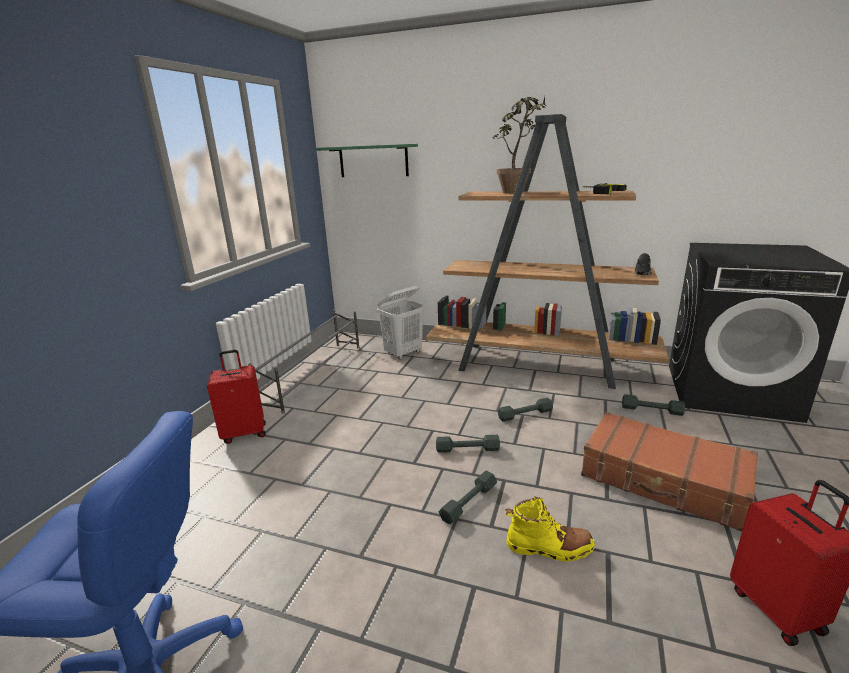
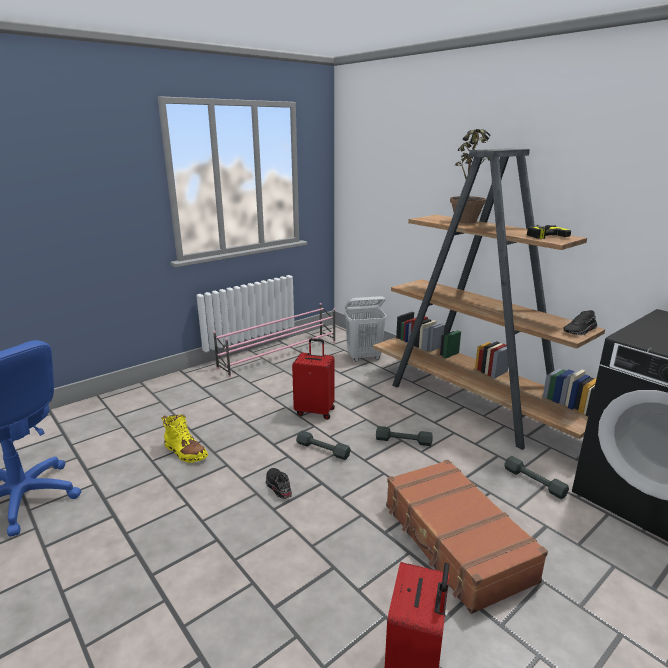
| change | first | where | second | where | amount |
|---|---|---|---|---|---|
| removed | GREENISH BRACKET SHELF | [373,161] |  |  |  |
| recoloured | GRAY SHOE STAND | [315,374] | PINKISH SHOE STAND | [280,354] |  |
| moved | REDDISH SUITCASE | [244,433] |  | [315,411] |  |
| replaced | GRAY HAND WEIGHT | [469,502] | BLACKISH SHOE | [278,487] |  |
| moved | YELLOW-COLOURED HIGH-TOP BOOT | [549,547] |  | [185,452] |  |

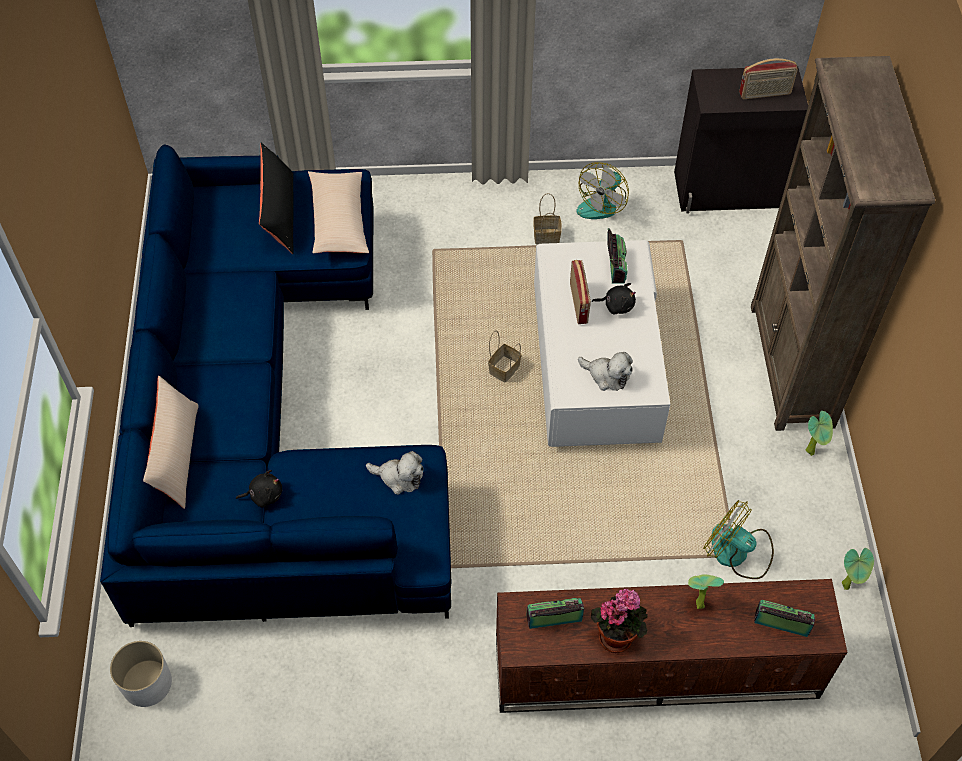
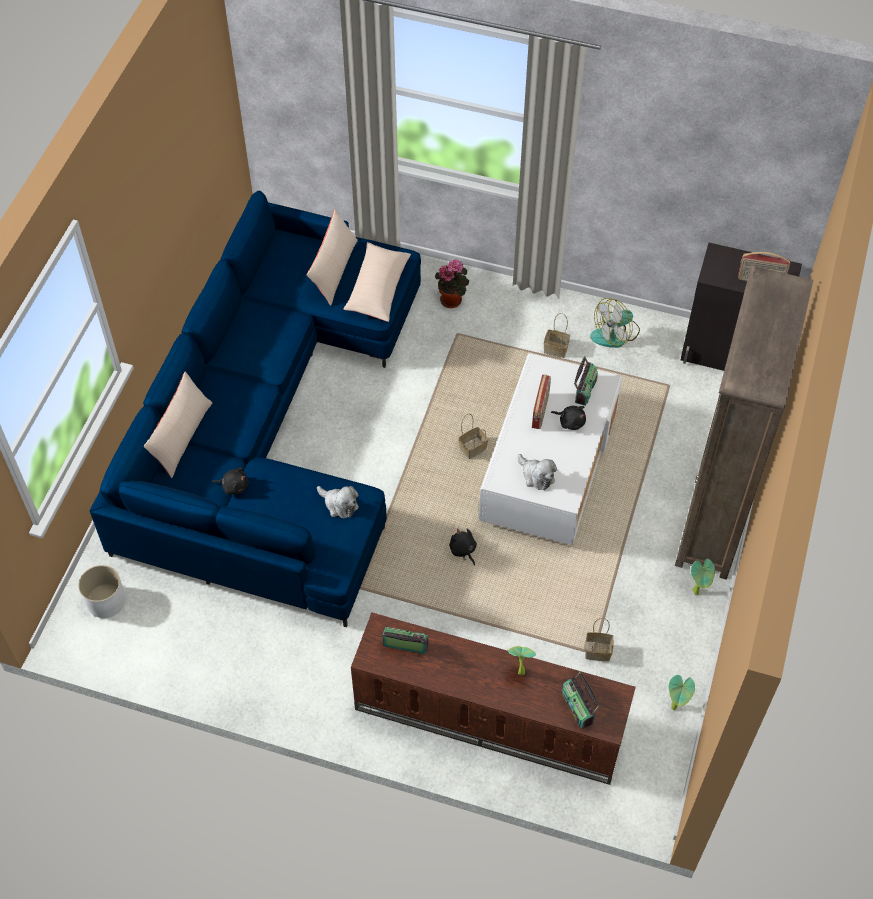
| change | first | where | second | where | amount |
|---|---|---|---|---|---|
| recoloured | BLACKISH CUSHION | [280,214] | BEIGE CUSHION | [334,270] |  |
| replaced | ELECTRIC FAN | [737,552] | BASKET | [596,652] |  |
| moved | POTTED PLANT | [617,635] |  | [453,299] |  |
| turned | RADIO | [781,624] |  | [578,707] | 150 degrees counterclockwise |
| added |  |  | BLACKISH SOFT TOY | [463,550] |  |

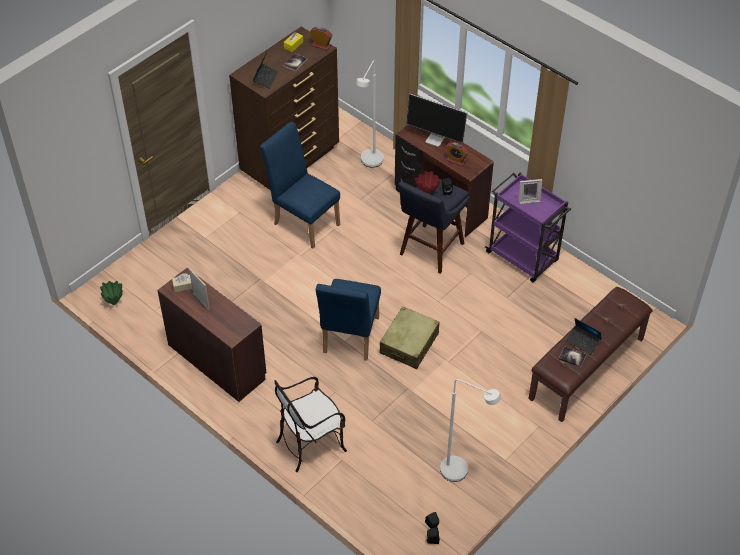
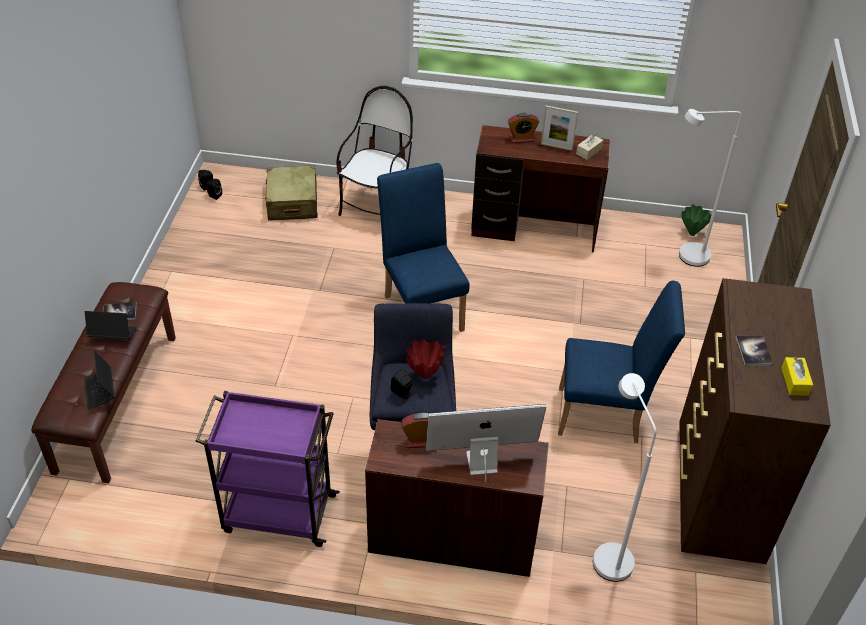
| change | first | where | second | where | amount |
|---|---|---|---|---|---|
| moved | ALARM CLOCK | [321,45] |  | [521,139] |  |
| moved | PORTABLE COMPUTER | [265,78] |  | [100,391] |  |
| removed | PICTURE FRAME | [528,199] |  |  |  |
| moved | BEIGE SUITCASE | [409,343] |  | [292,202] |  |
| moved | WHITE STANDING LAMP | [461,473] |  | [685,256] |  |

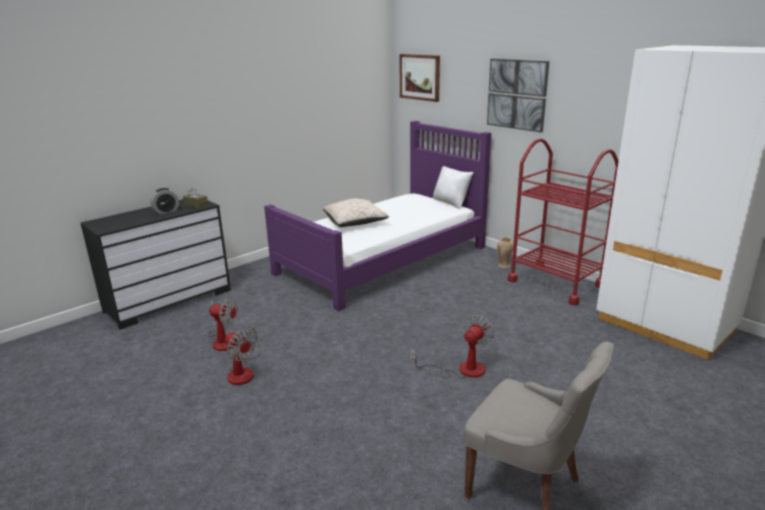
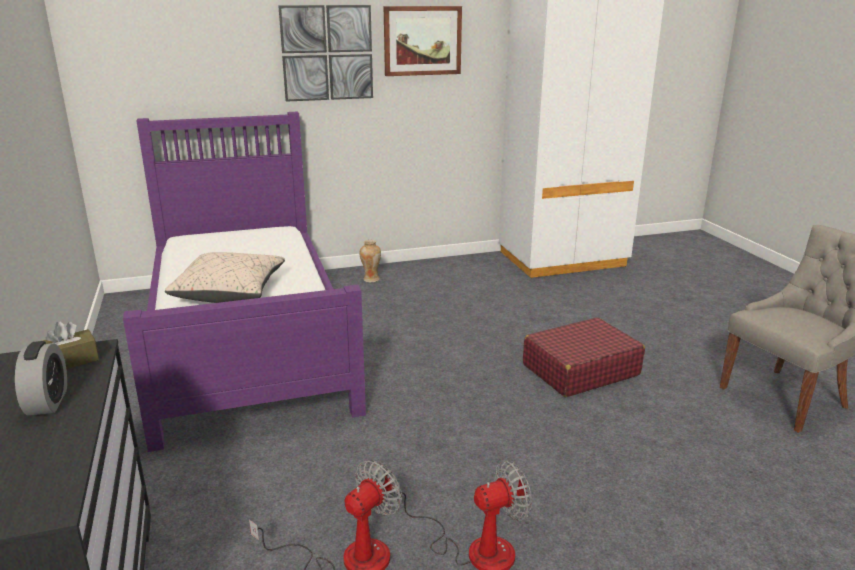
| change | first | where | second | where | amount |
|---|---|---|---|---|---|
| moved | WALL ART | [420,77] |  | [422,41] |  |
| removed | REDDISH CART | [555,283] |  |  |  |
| removed | WHITE CUSHION | [451,203] |  |  |  |
| replaced | ELECTRIC FAN | [462,370] | REDDISH SUITCASE | [580,370] |  |

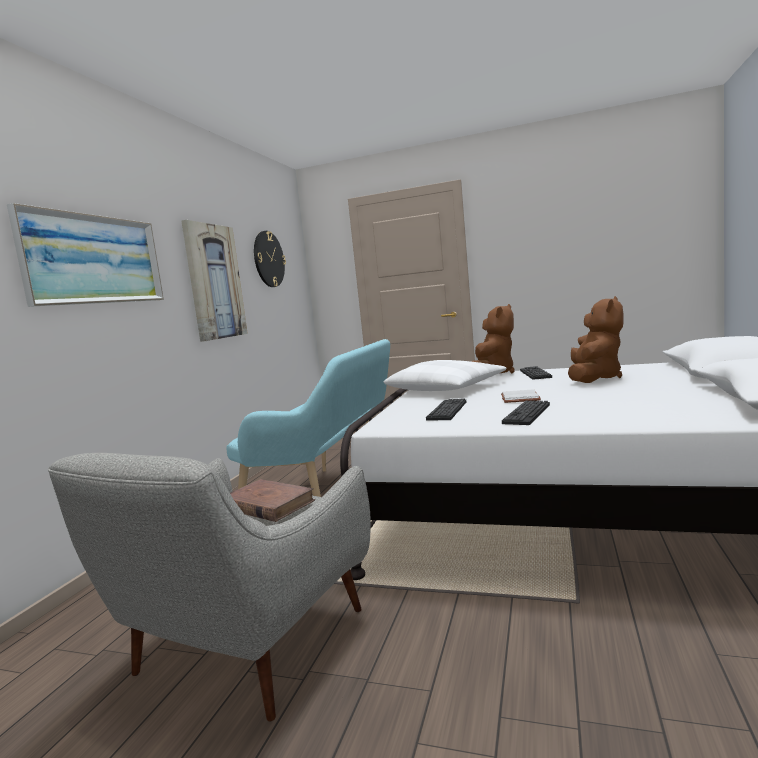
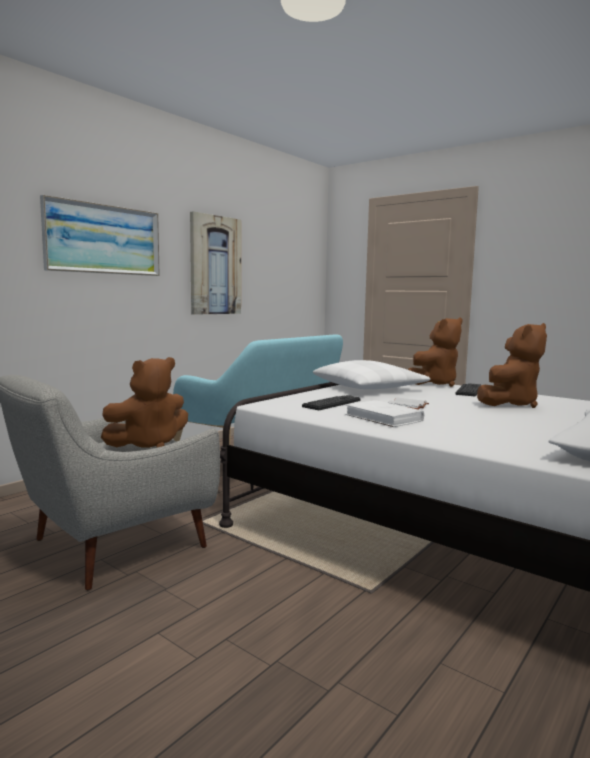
| change | first | where | second | where | amount |
|---|---|---|---|---|---|
| removed | CLOCK ON THE WALL | [268,259] |  |  |  |
| replaced | COMPUTER KEYBOARD | [527,413] | WHITE BOOK | [384,418] |  |
| replaced | BROWNISH BOOK | [267,505] | BROWNISH SOFT TOY | [149,444] |  |

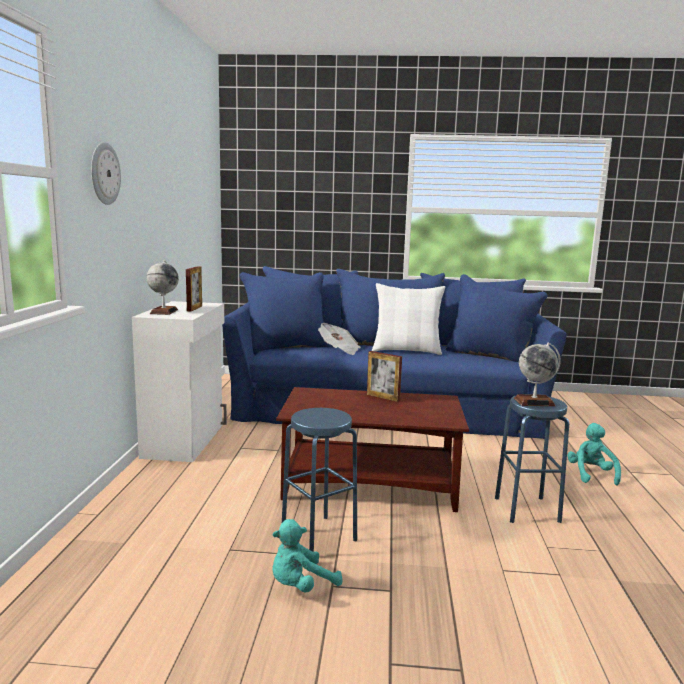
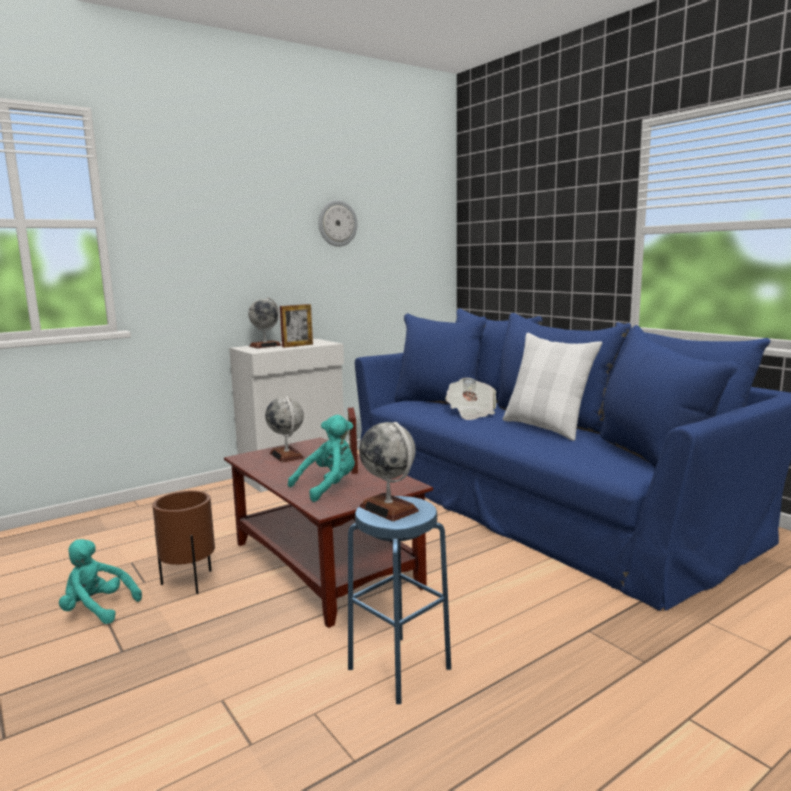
| change | first | where | second | where | amount |
|---|---|---|---|---|---|
| moved | CLOCK ON THE WALL | [104,174] |  | [337,223] |  |
| replaced | BLUE-COLOURED SITTING STOOL | [318,536] | BROWNISH FLOWER POT | [190,583] |  |
| moved | BLUE-GREEN SOFT TOY | [591,474] |  | [328,487] |  |
| added |  |  | GLOBE | [287,455] |  |

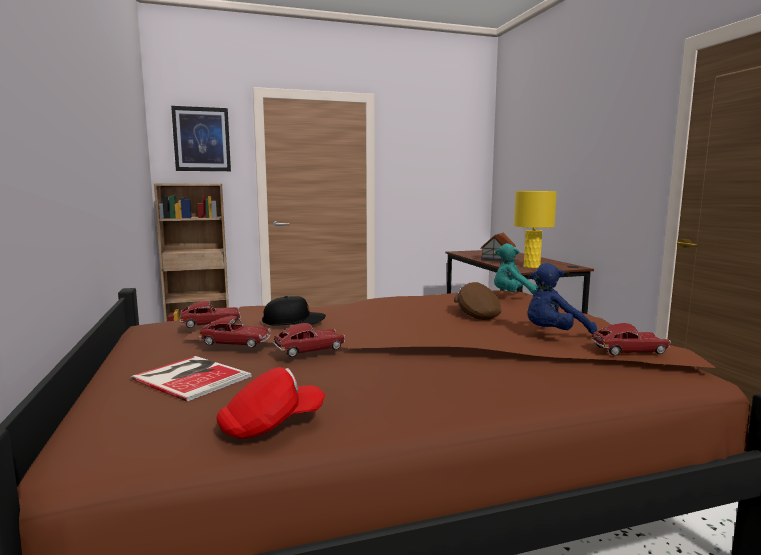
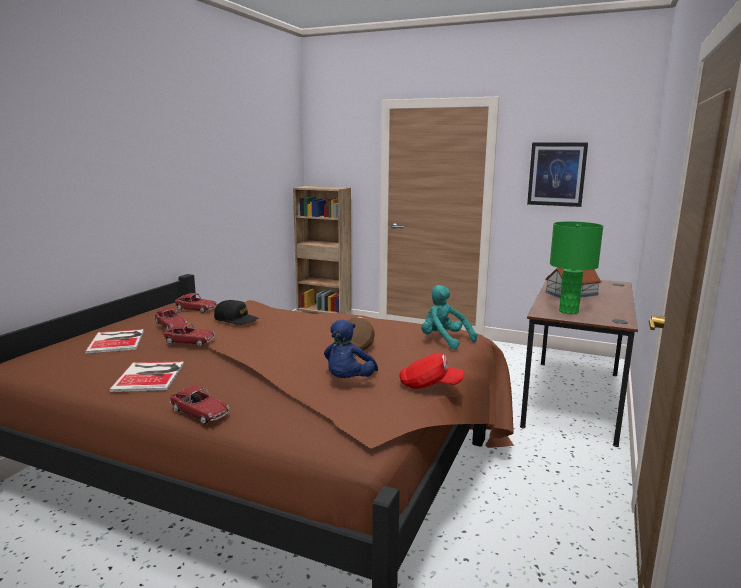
| change | first | where | second | where | amount |
|---|---|---|---|---|---|
| moved | WALL ART | [202,139] |  | [556,174] |  |
| recoloured | YELLOW-COLOURED TABLE LAMP | [532,266] | GREENISH TABLE LAMP | [569,311] |  |
| turned | BLUE-COLOURED SOFT TOY | [554,335] |  | [348,380] | 90 degrees counterclockwise |
| moved | MINIATURE CAR | [629,350] |  | [200,412] |  |
| moved | REDDISH CAP | [271,425] |  | [430,386] |  |
| added |  |  | BOOK | [151,376] |  |

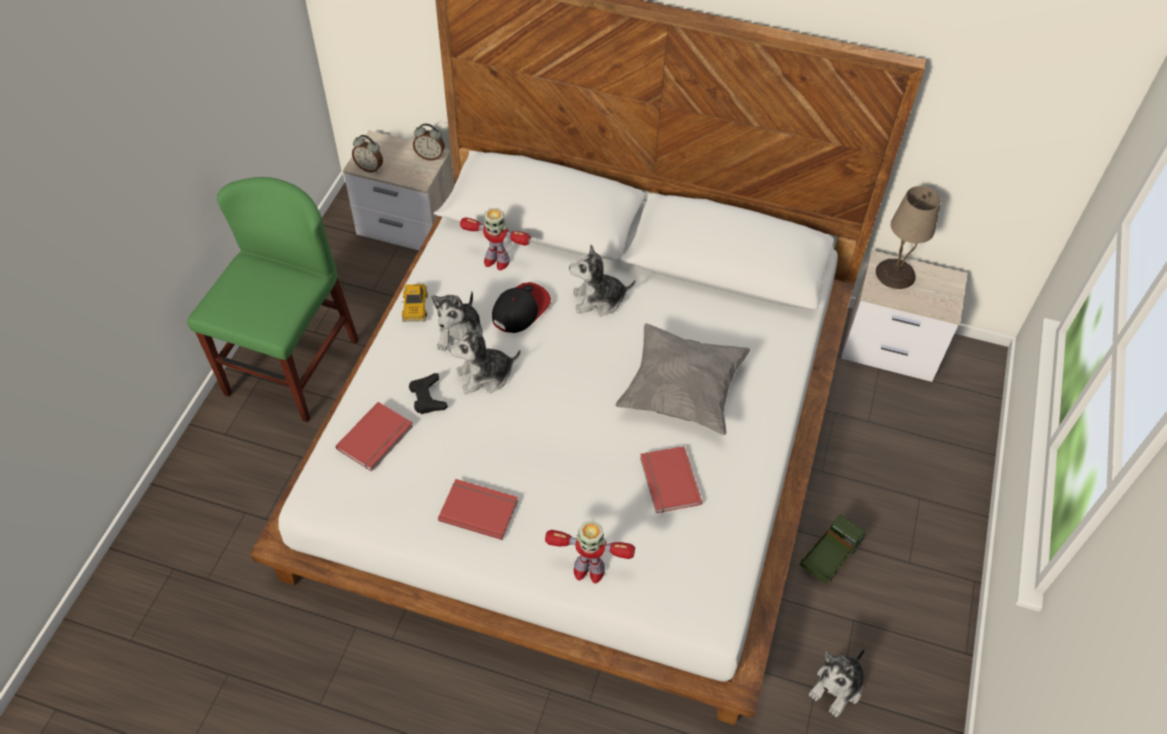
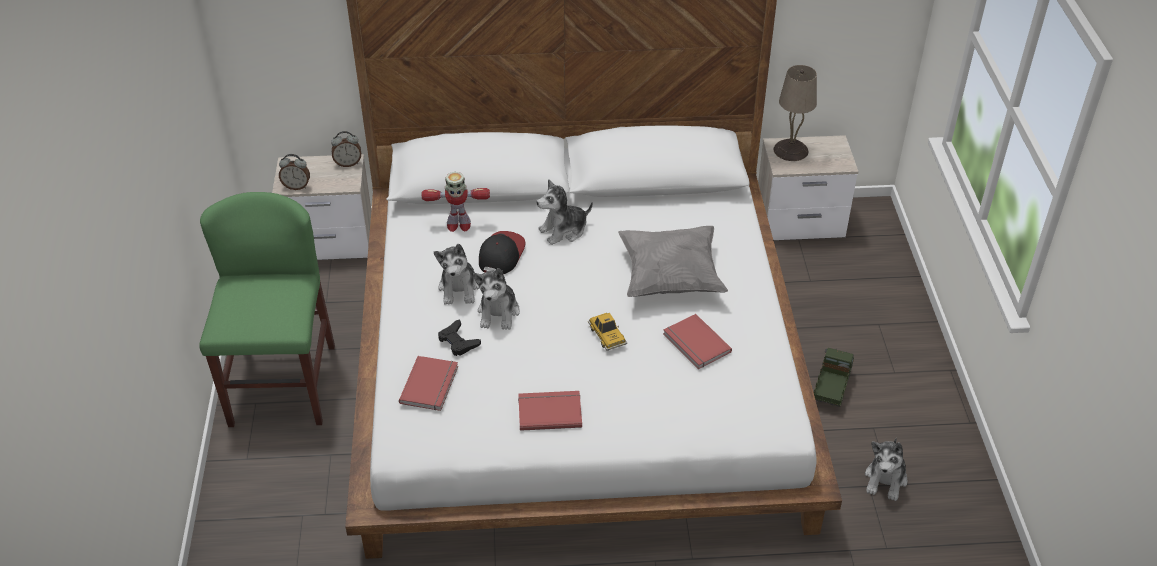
| change | first | where | second | where | amount |
|---|---|---|---|---|---|
| moved | MINIATURE CAR | [415,306] |  | [607,335] |  |
| turned | SOFT TOY | [485,376] |  | [498,312] | 45 degrees counterclockwise |
| removed | TOY ROBOT | [588,569] |  |  |  |

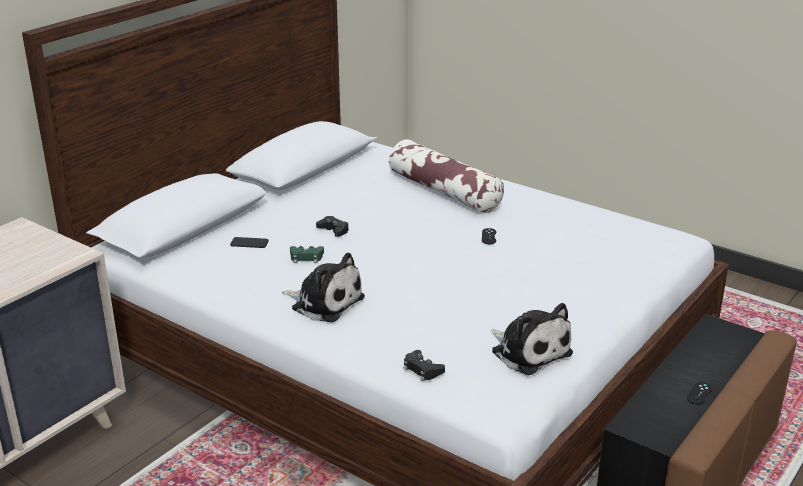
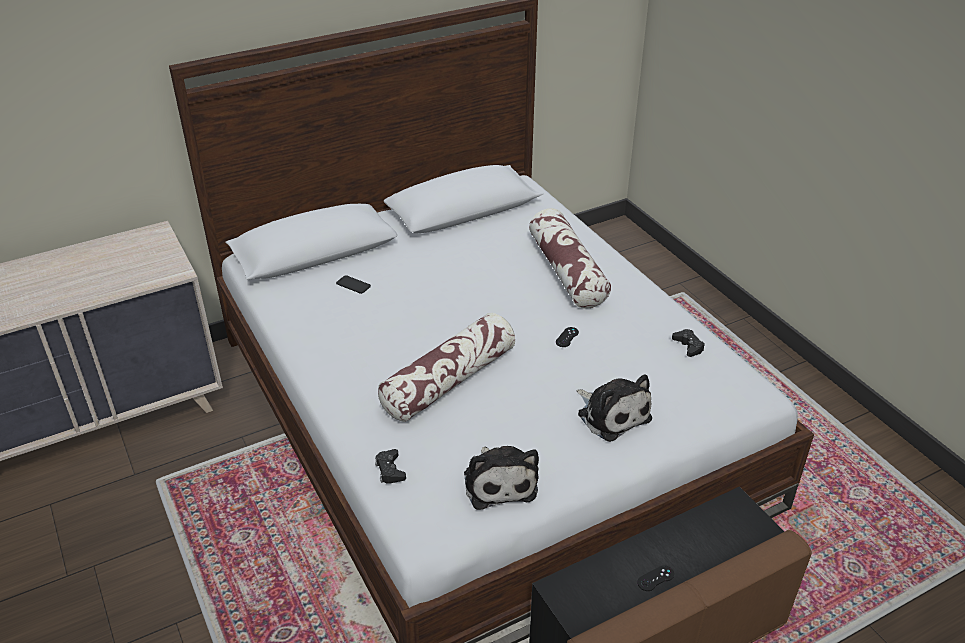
| change | first | where | second | where | amount |
|---|---|---|---|---|---|
| moved | BLACKISH GAME CONTROLLER | [333,230] |  | [688,346] |  |
| removed | GREENISH GAME CONTROLLER | [306,257] |  |  |  |
| moved | SOFT TOY | [324,302] |  | [611,414] |  |
| added |  |  | CUSHION | [449,380] |  |

